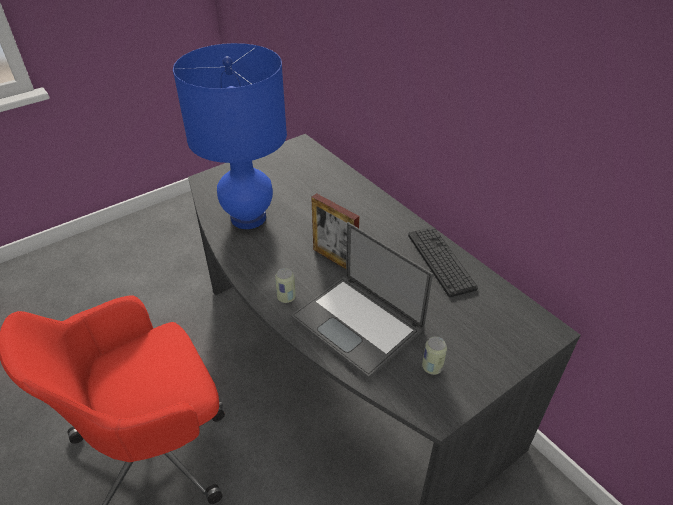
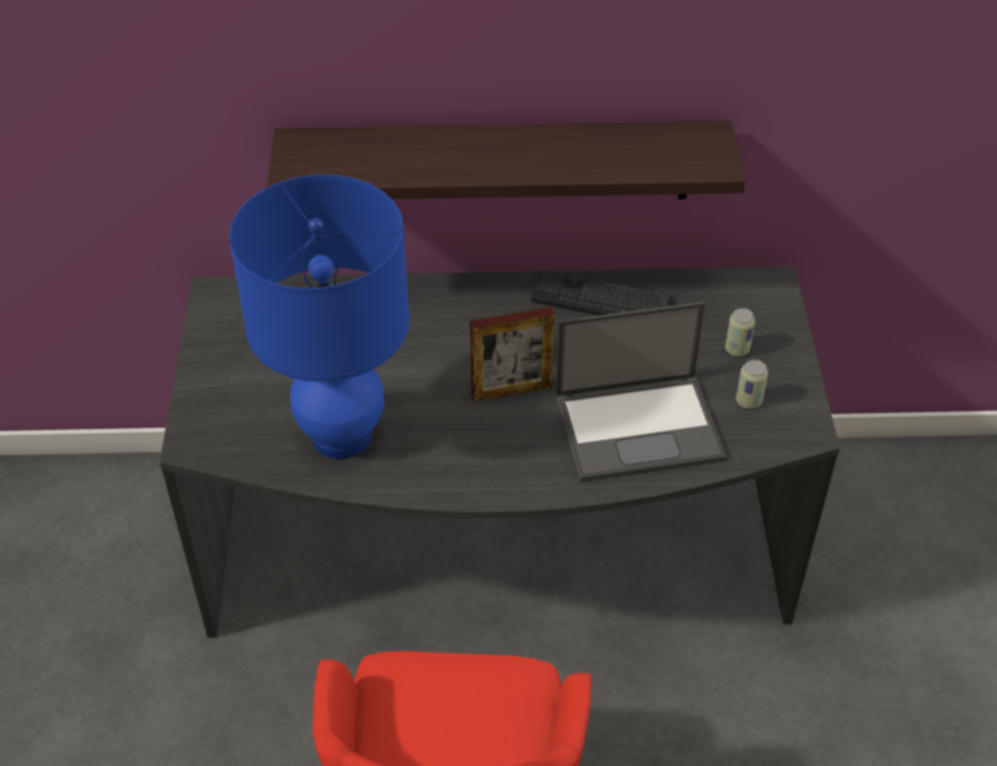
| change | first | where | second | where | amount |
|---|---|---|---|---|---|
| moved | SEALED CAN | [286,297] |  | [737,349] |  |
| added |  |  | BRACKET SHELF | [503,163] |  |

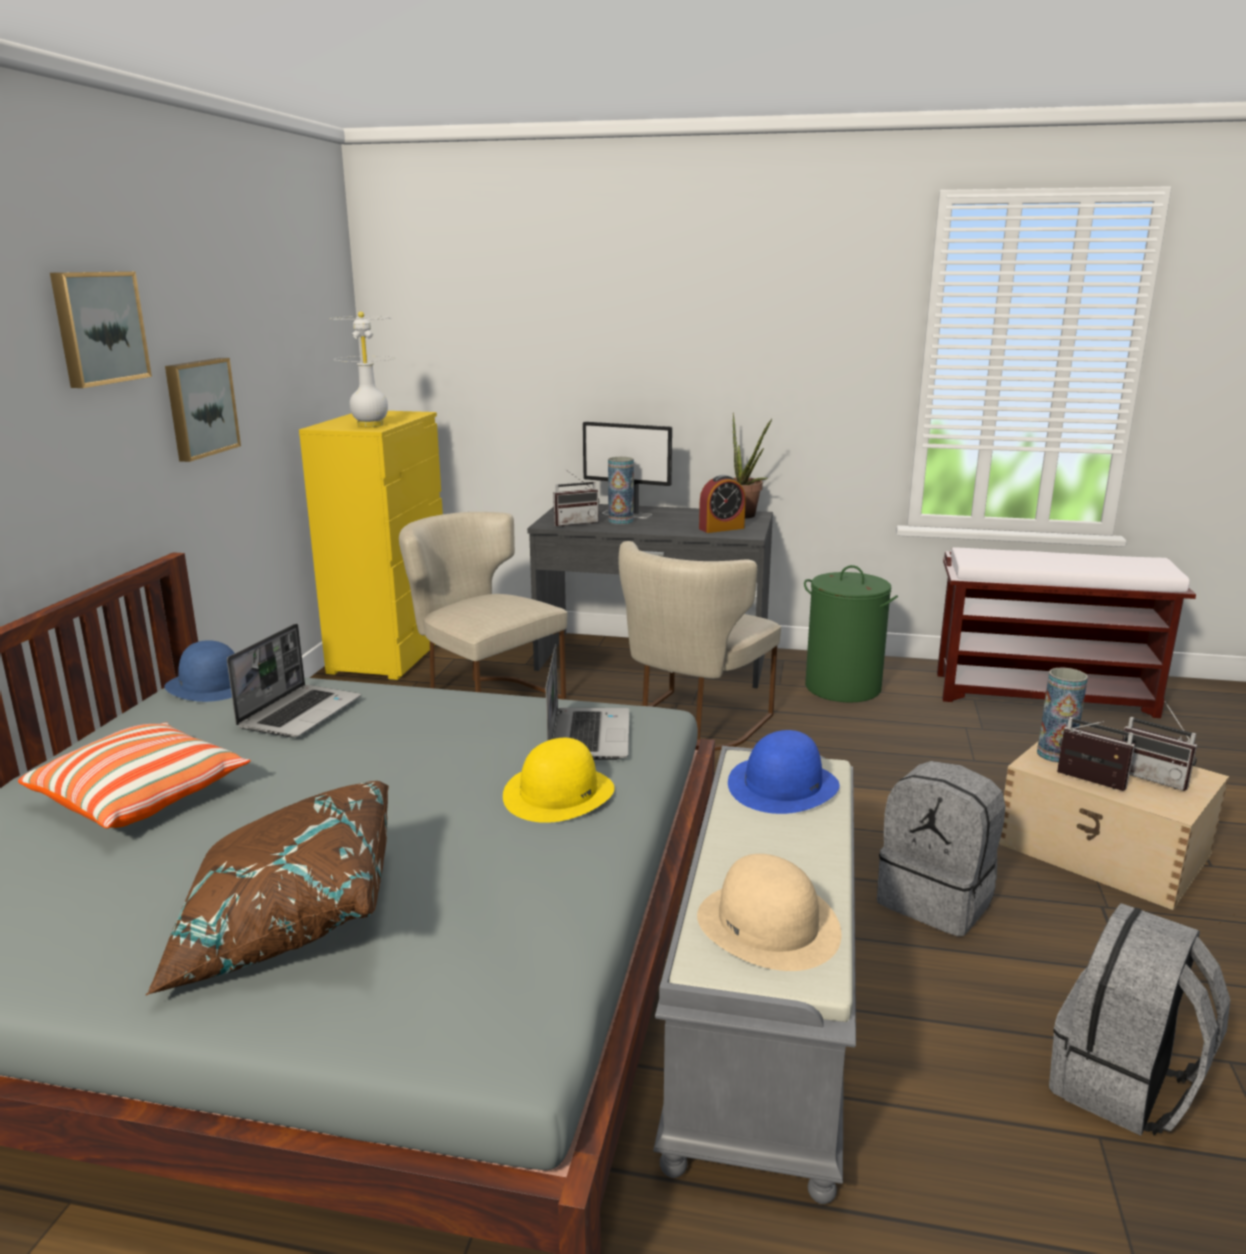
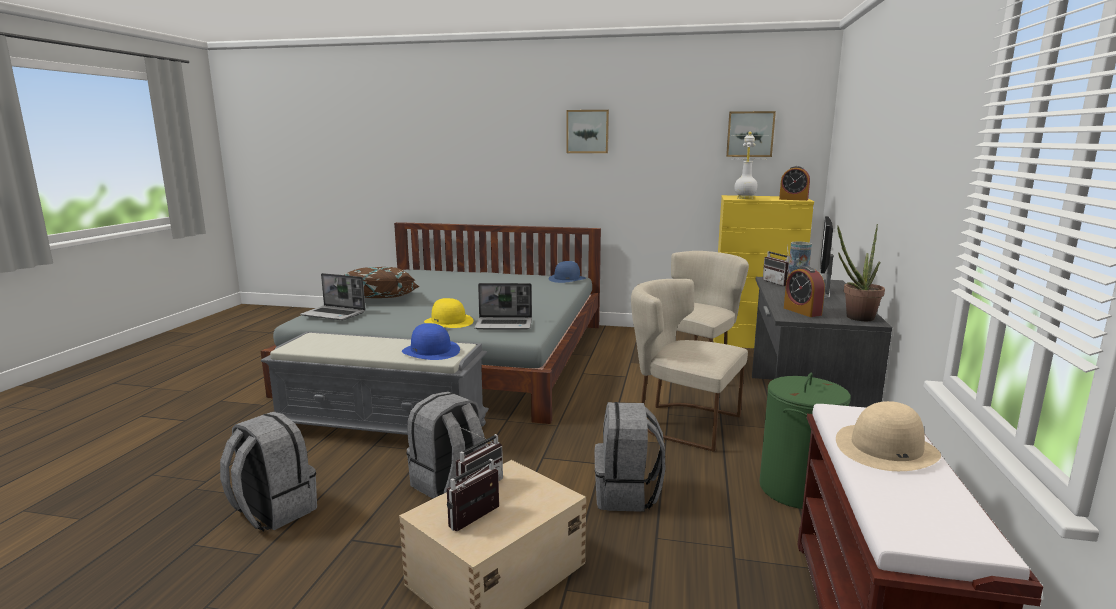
| change | first | where | second | where | amount |
|---|---|---|---|---|---|
| moved | WALL ART | [200,408] |  | [750,134] |  |
| moved | PORTABLE COMPUTER | [300,712] |  | [334,314] |  |
| removed | DECORATIVE VASE | [1055,754] |  |  |  |
| removed | CUSHION | [142,797] |  |  |  |
| moved | BEIGE CLOTHING HAT | [768,925] |  | [886,448] |  |
| added |  |  | ALARM CLOCK | [793,199] |  |
| added |  |  | GRAY KNAPSACK | [627,495] |  |

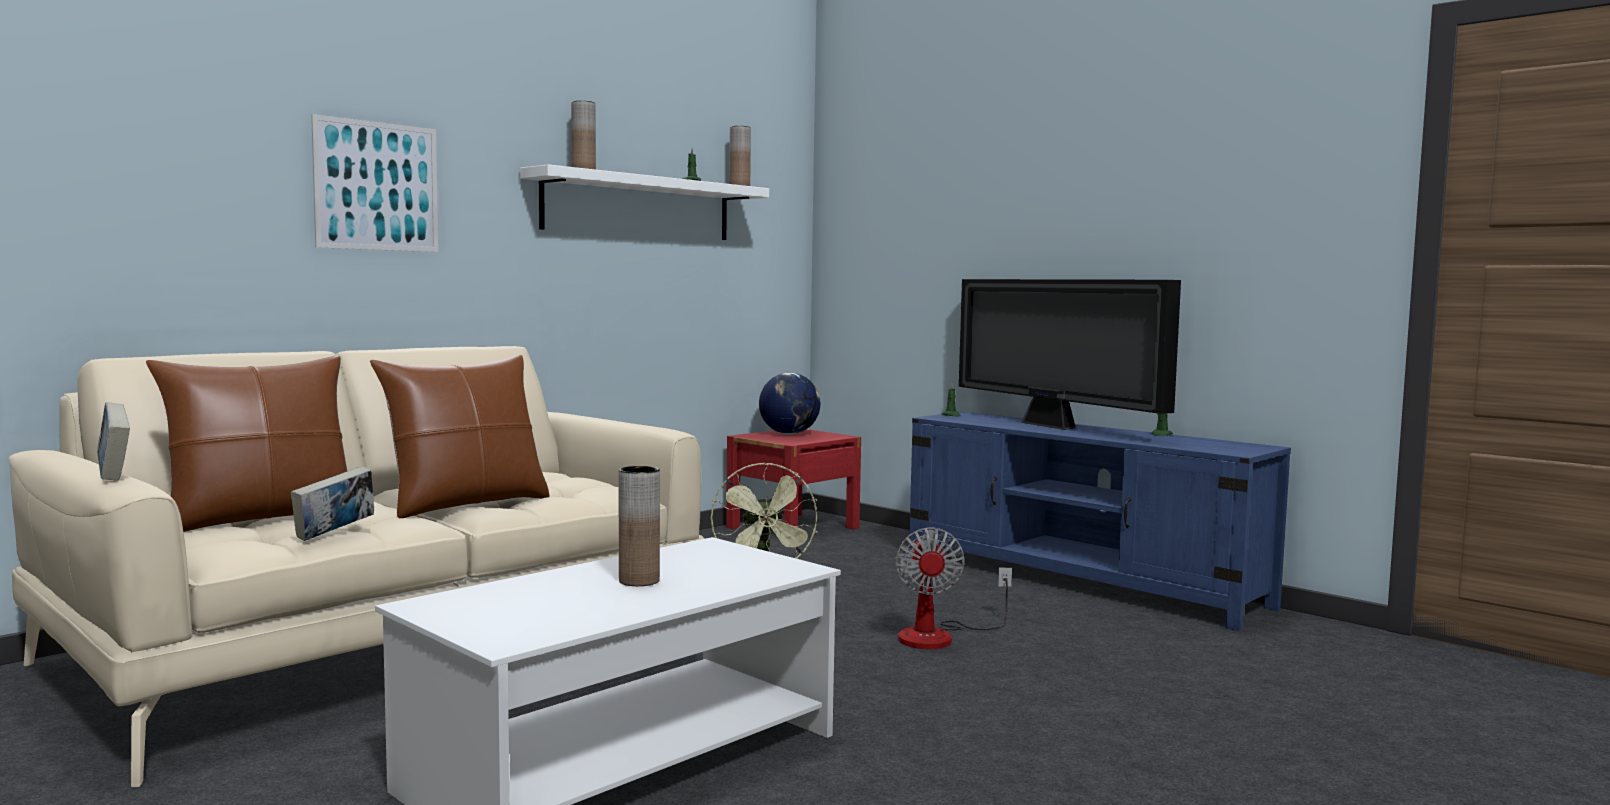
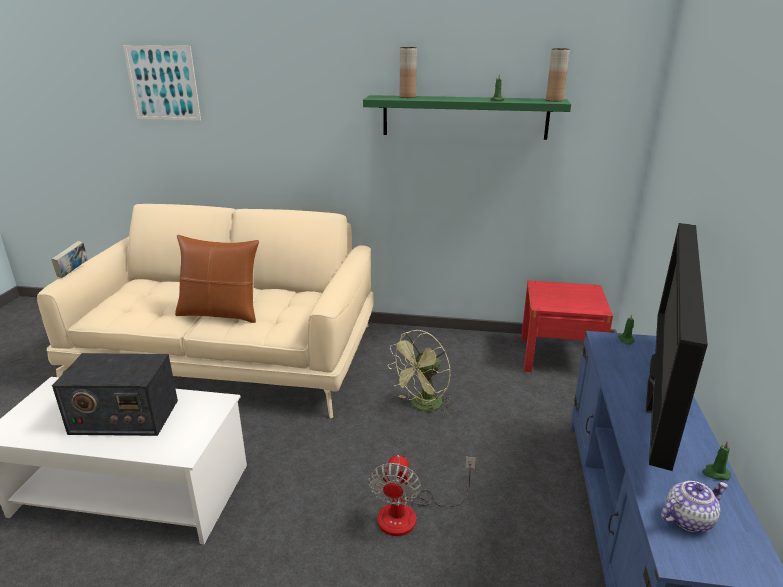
| change | first | where | second | where | amount |
|---|---|---|---|---|---|
| moved | WALL ART | [377,186] |  | [163,83] |  |
| recoloured | WHITE BRACKET SHELF | [639,207] | GREENISH BRACKET SHELF | [464,117] |  |
| removed | BROWNISH CUSHION | [261,519] |  |  |  |
| removed | GLOBE | [789,434] |  |  |  |
| removed | BOOK | [335,534] |  |  |  |
| replaced | BROWNISH DECORATIVE VASE | [639,581] | RADIO | [124,417] |  |
| turned | ELECTRIC FAN | [939,636] |  | [410,514] | 45 degrees counterclockwise |
| added |  |  | TEA POT | [688,519] |  |

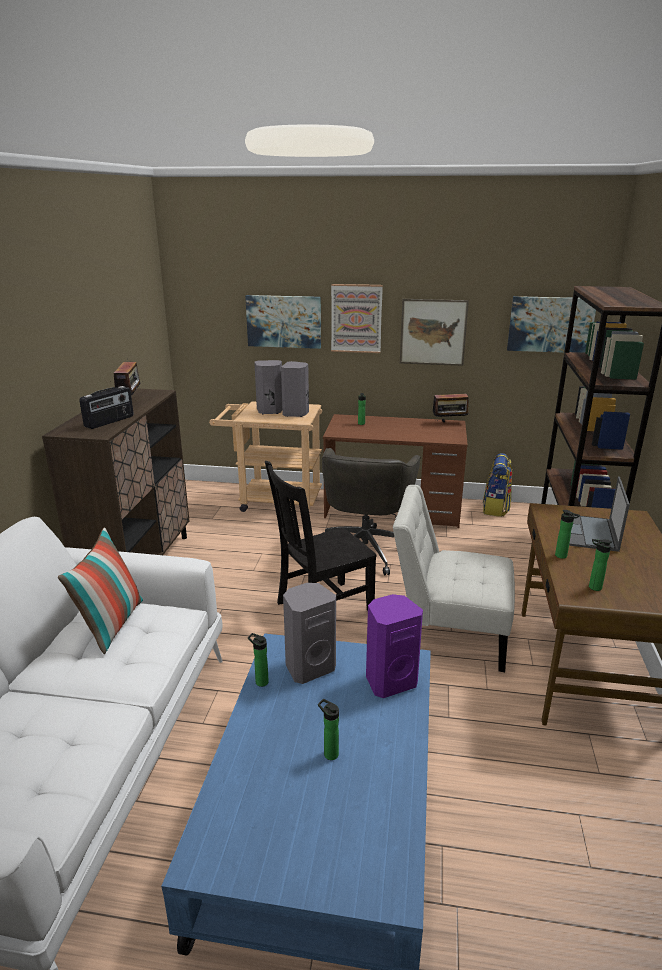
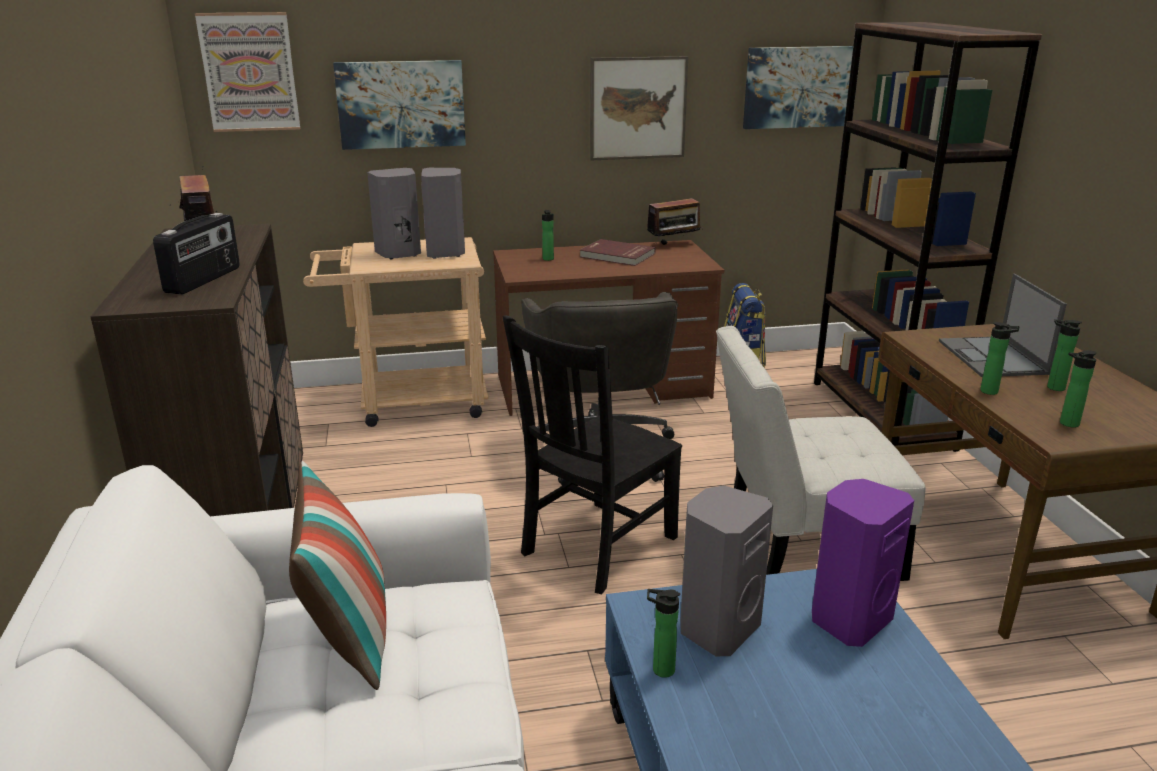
| change | first | where | second | where | amount |
|---|---|---|---|---|---|
| moved | WALL ART | [356,318] |  | [249,72] |  |
| moved | DRINK BOTTLE | [329,753] |  | [1053,387] |  |
| added |  |  | REDDISH BOOK | [617,256] |  |

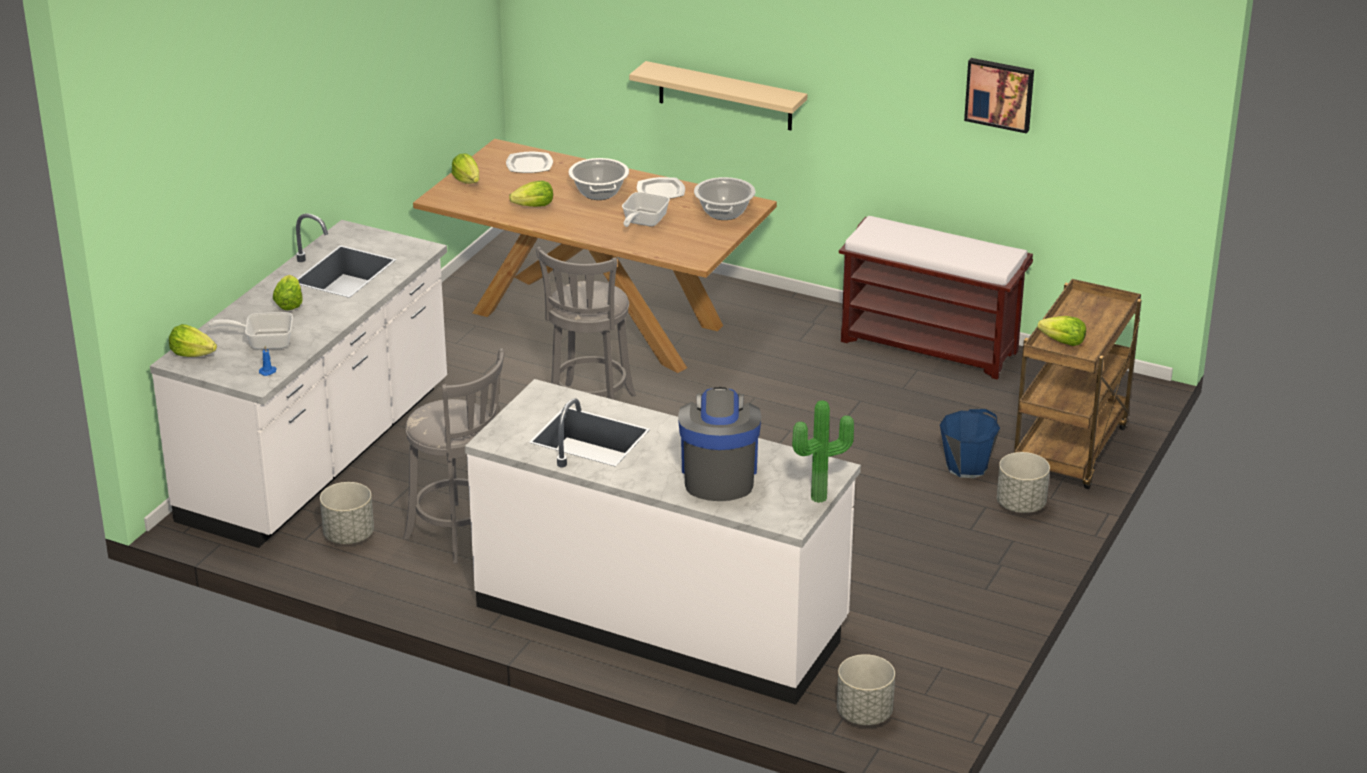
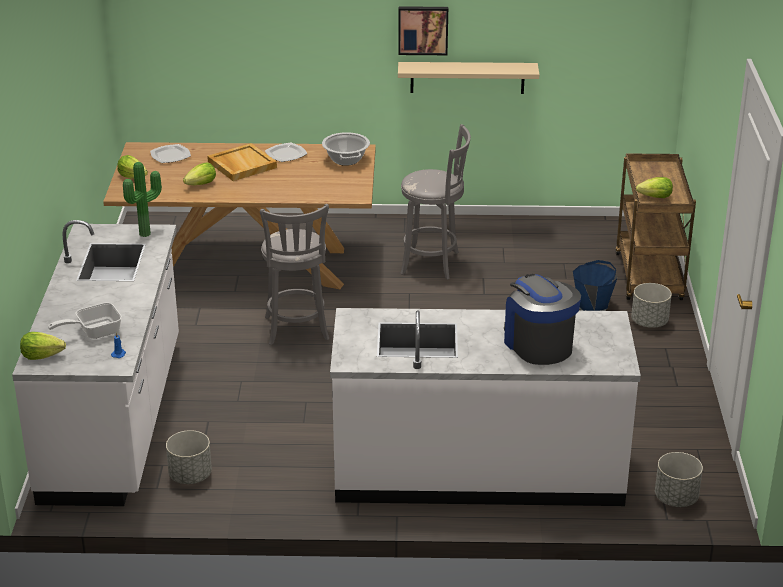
| change | first | where | second | where | amount |
|---|---|---|---|---|---|
| moved | WALL ART | [1000,94] |  | [423,29] |  |
| moved | BEIGE BRACKET SHELF | [725,96] |  | [467,77] |  |
| replaced | COOKING POT | [599,192] | BEIGE SERVING TRAY | [241,164] |  |
| removed | SKILLET | [642,222] |  |  |  |
| removed | BROWNISH INDOOR BENCH | [931,346] |  |  |  |
| removed | HEAD OF LETTUCE | [289,304] |  |  |  |
| moved | GRAY SITTING STOOL | [460,535] |  | [433,263] |  |
| moved | POTTED PLANT | [821,499] |  | [147,234] |  |

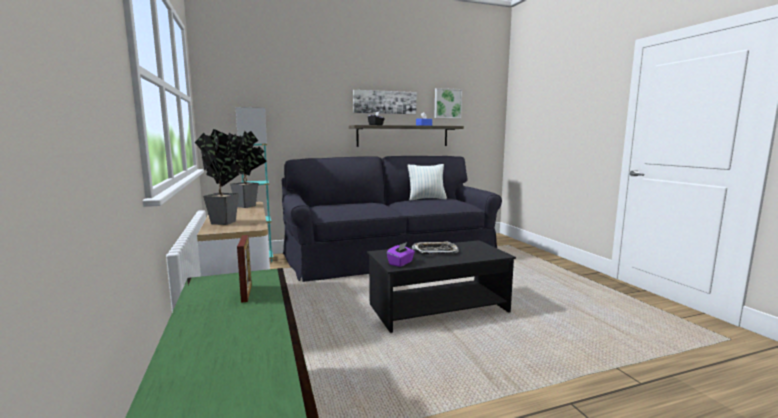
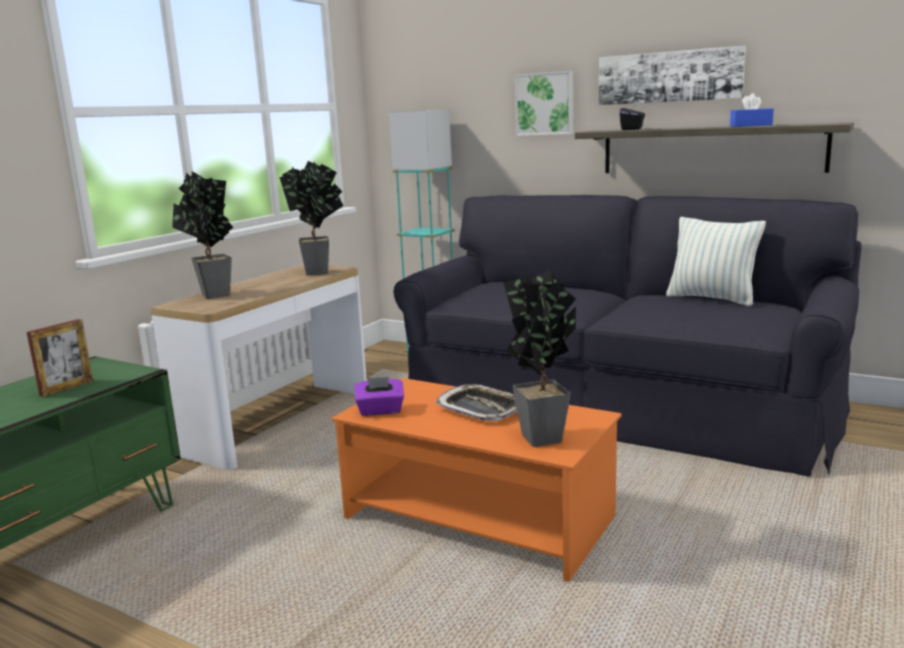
| change | first | where | second | where | amount |
|---|---|---|---|---|---|
| moved | WALL ART | [447,103] |  | [545,104] |  |
| recoloured | BLACKISH LOUNGE TABLE | [439,308] | ORANGEY LOUNGE TABLE | [479,518] |  |
| added |  |  | POTTED PLANT | [542,435] |  |

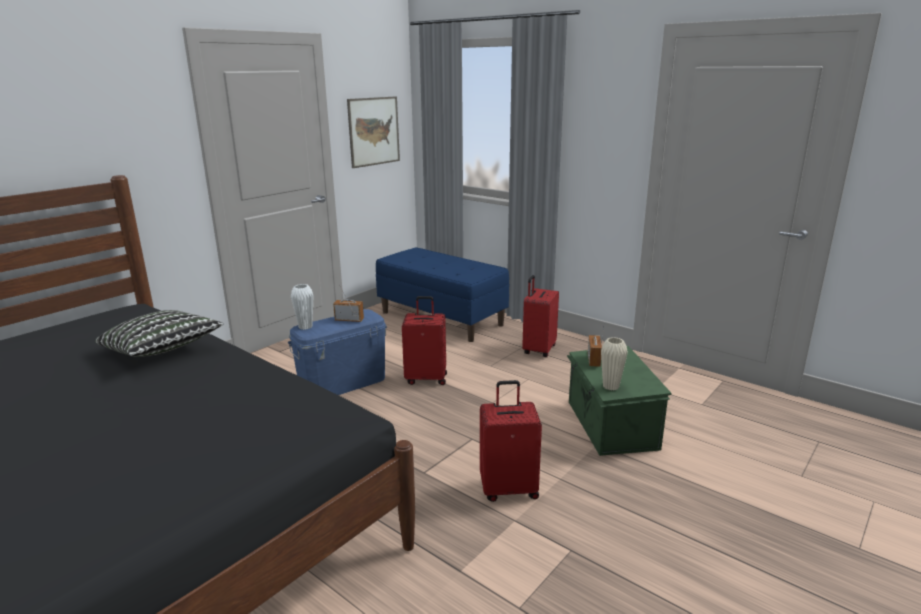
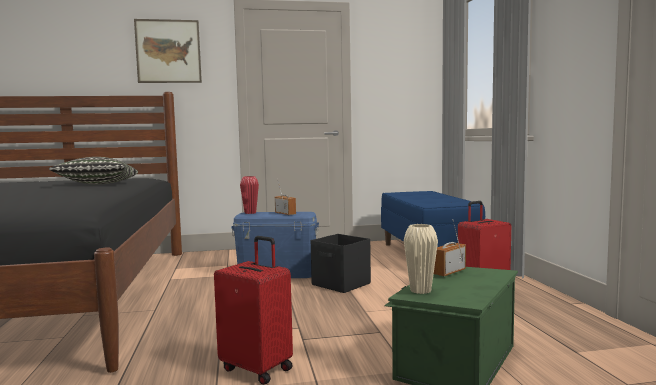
| change | first | where | second | where | amount |
|---|---|---|---|---|---|
| moved | WALL ART | [374,131] |  | [168,51] |  |
| recoloured | WHITE DECORATIVE VASE | [305,327] | REDDISH DECORATIVE VASE | [250,213] |  |
| replaced | REDDISH SUITCASE | [426,378] | BLACKISH STORAGE BOX | [341,284] |  |

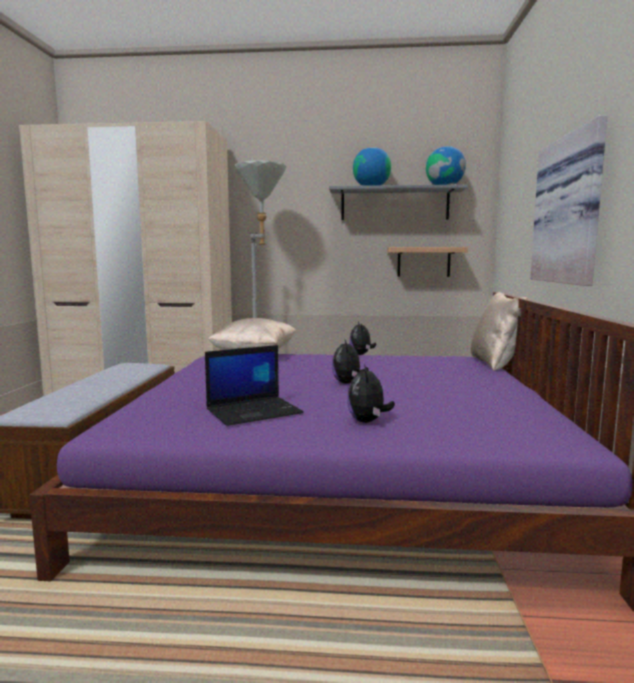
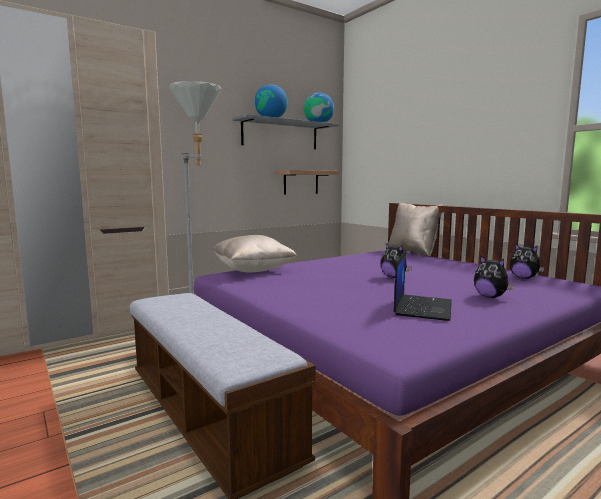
| change | first | where | second | where | amount |
|---|---|---|---|---|---|
| removed | WALL ART | [571,210] |  |  |  |
| moved | SOFT TOY | [361,354] |  | [524,278] |  |

